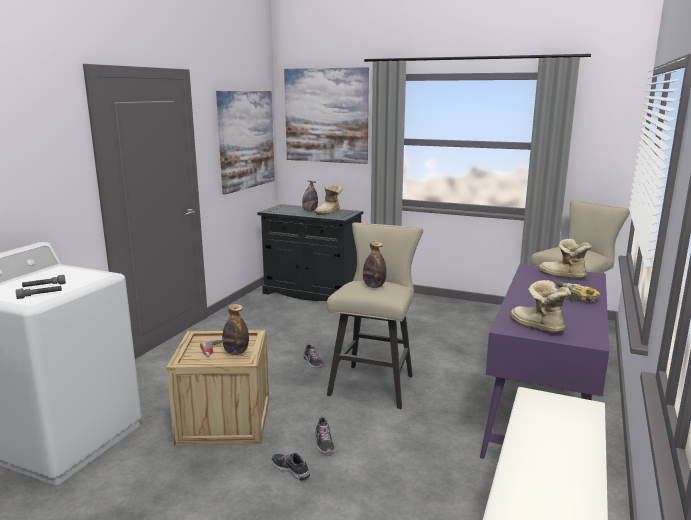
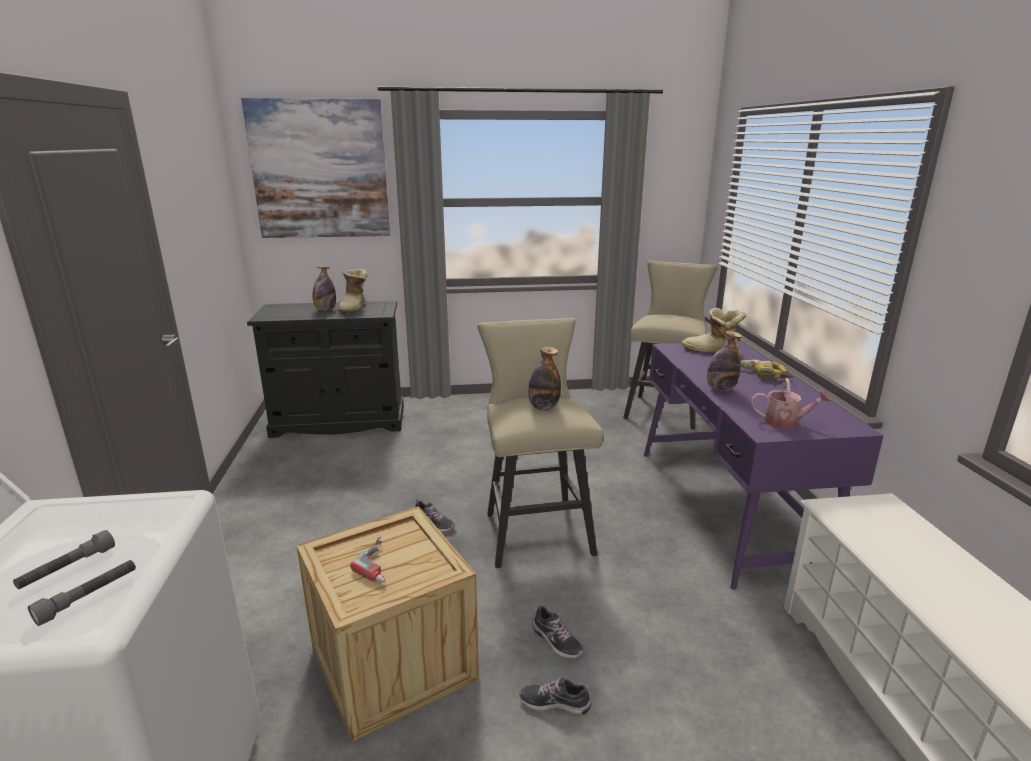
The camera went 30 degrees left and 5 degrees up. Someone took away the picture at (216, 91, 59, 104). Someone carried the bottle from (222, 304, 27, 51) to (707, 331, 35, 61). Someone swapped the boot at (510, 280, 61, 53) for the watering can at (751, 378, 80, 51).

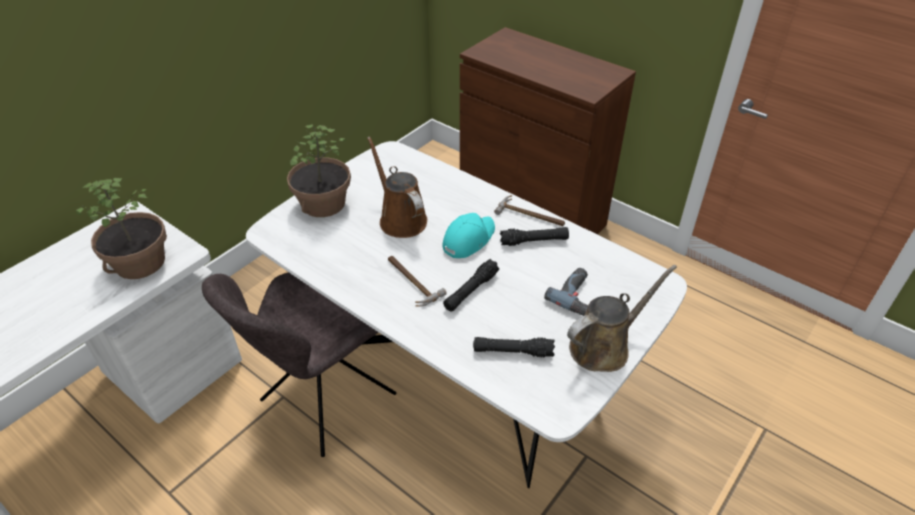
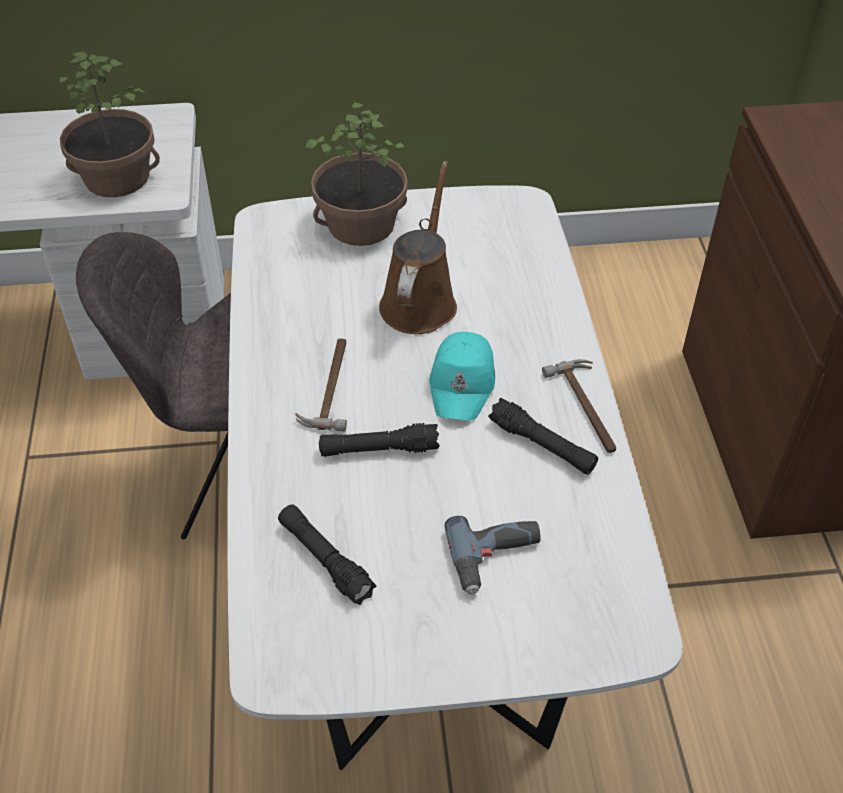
The camera went 45 degrees right and 5 degrees up. Someone rotated the cap (turquoise) at (443, 213, 52, 45) by 105 degrees clockwise. Someone took away the watering can (brown) at (567, 265, 110, 107).

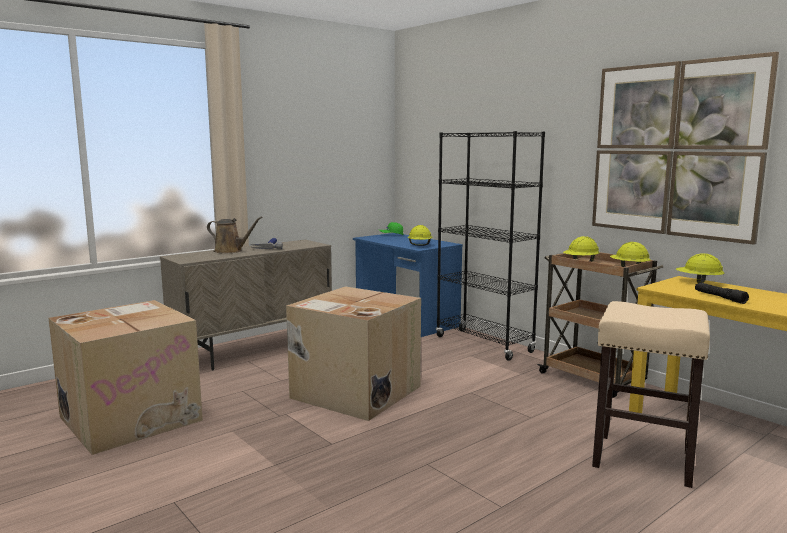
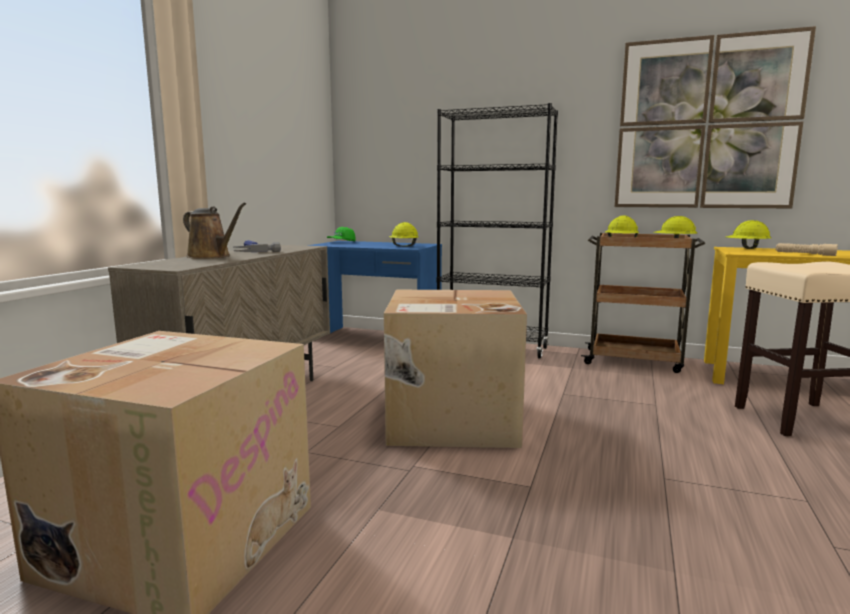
The camera went 30 degrees left and 0 degrees up. Someone rotated the watering can (brown) at (207, 216, 56, 38) by 45 degrees clockwise. Someone repainted the flashlight (black) at (695, 282, 54, 22), which became the flashlight (beige) at (776, 243, 62, 13).

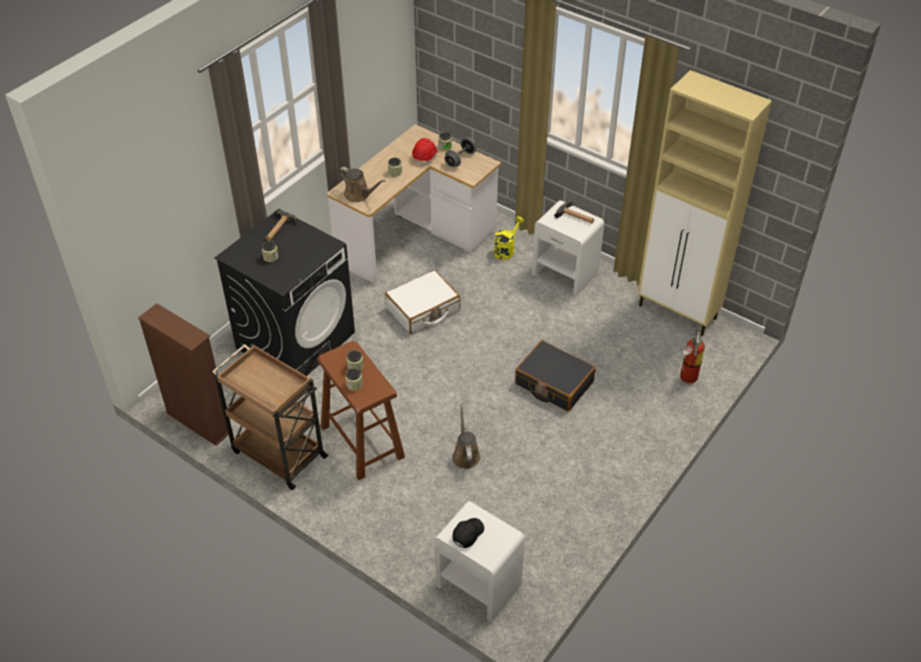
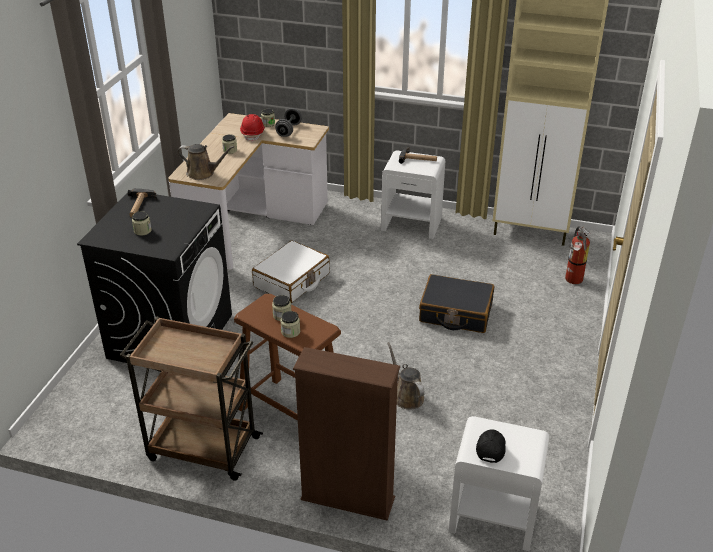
The camera went 20 degrees left and 10 degrees down. Someone carried the bookcase (brown) from (138, 303, 95, 143) to (293, 347, 107, 174). Someone took away the watering can (yellow) at (494, 216, 30, 44).

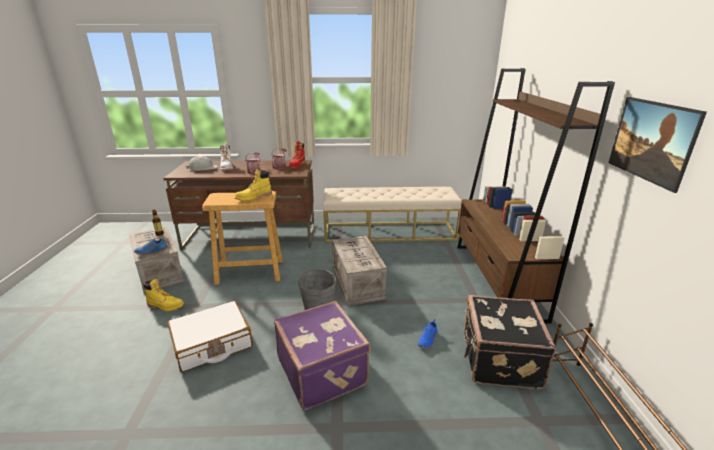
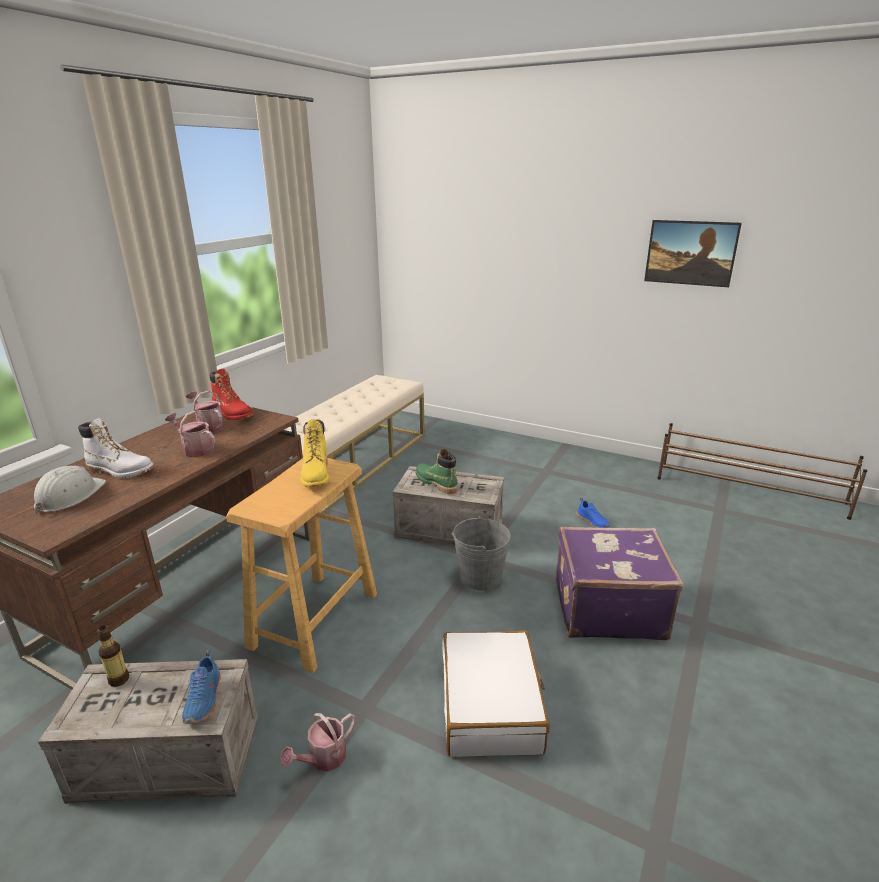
The camera went 60 degrees left and 0 degrees up. Someone swapped the boot (yellow) at (143, 279, 41, 32) for the watering can at (280, 713, 76, 58). Someone took away the bookcase (brown) at (457, 68, 158, 256). Someone took away the suitcase (black) at (464, 295, 92, 95). Someone put down the boot (green) at (415, 449, 43, 45).

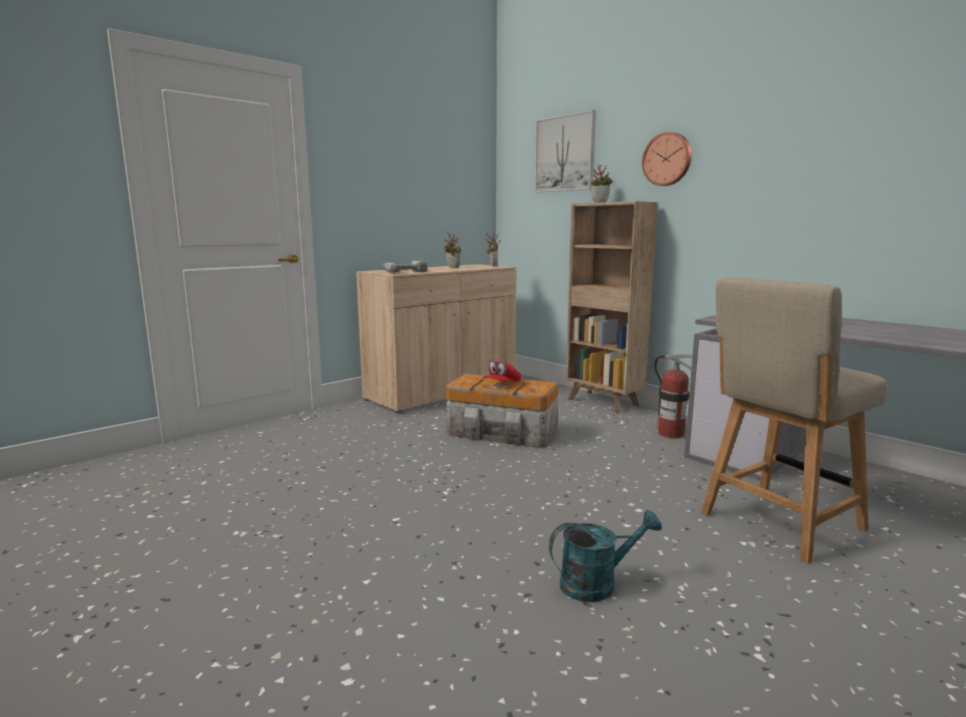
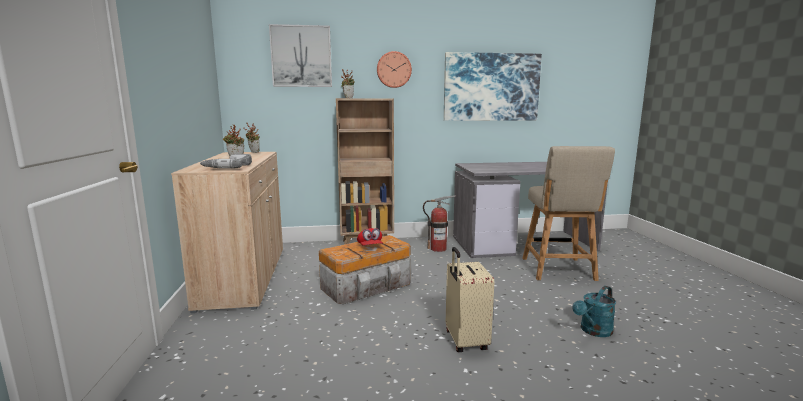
The camera went 55 degrees left and 0 degrees up. Someone rotated the watering can (turquoise) at (549, 510, 113, 92) by 150 degrees counterclockwise. Someone put up the picture at (444, 52, 98, 69). Someone put down the suitcase (beige) at (446, 247, 48, 105).

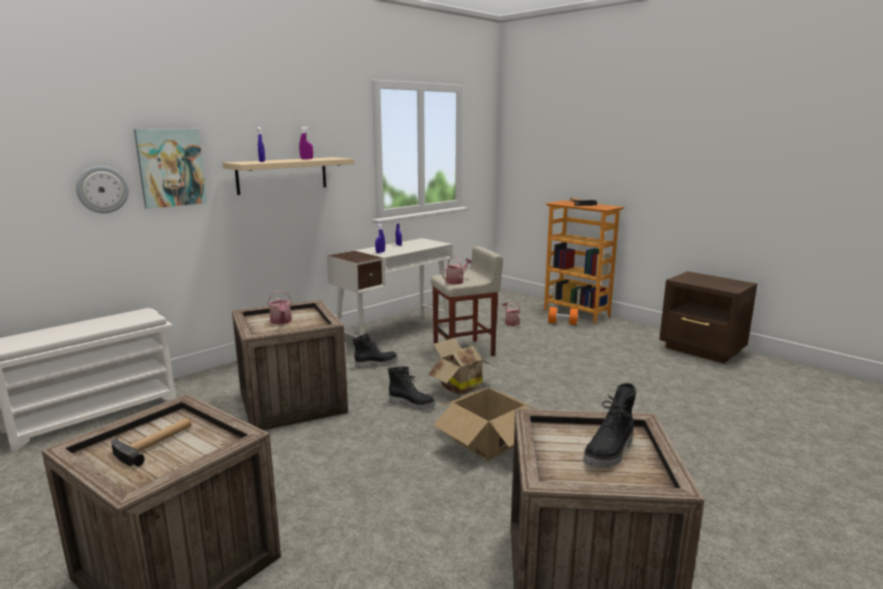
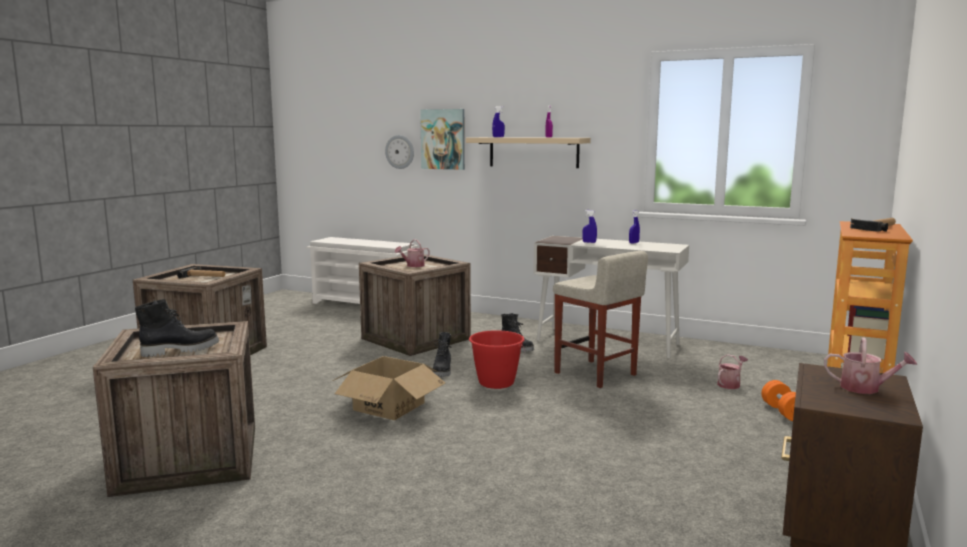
The camera went 70 degrees right and 5 degrees down. Someone swapped the cardboard box at (428, 338, 63, 57) for the bucket (red) at (469, 330, 56, 59). Someone carried the watering can from (442, 256, 30, 28) to (824, 337, 93, 57). Someone rotated the boot (black) at (583, 383, 53, 85) by 135 degrees clockwise.

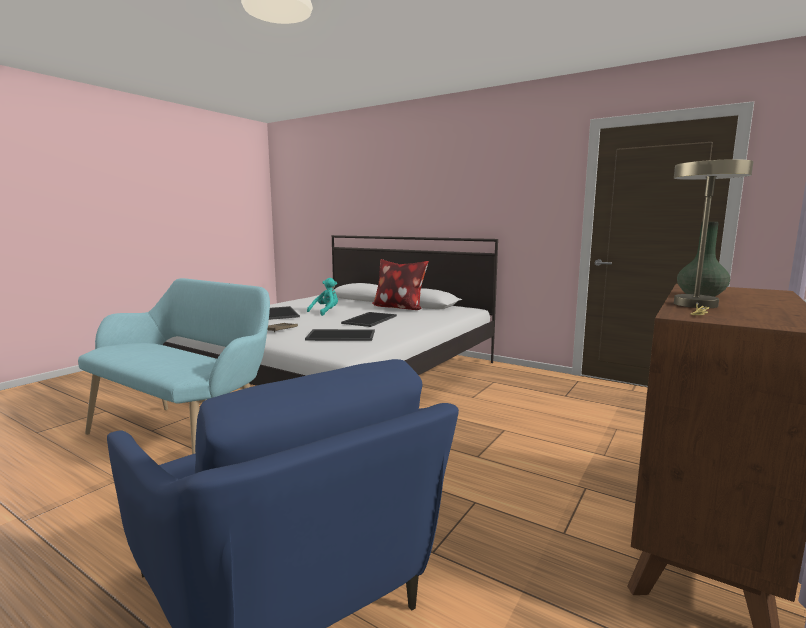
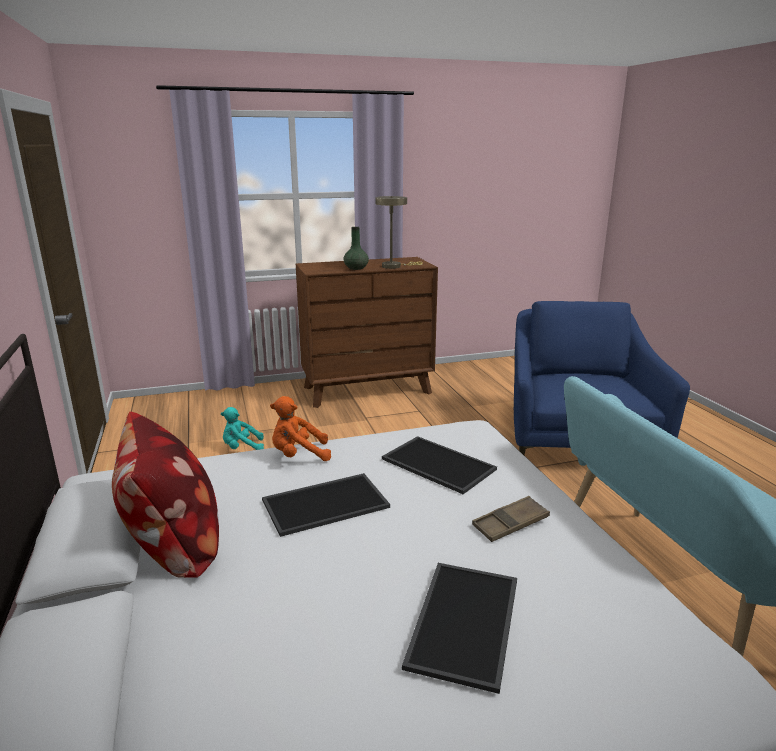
The camera went 140 degrees left and 10 degrees up. Someone carried the plush toy (turquoise) from (307, 278, 31, 38) to (221, 407, 43, 43). Someone put down the plush toy (orange) at (270, 396, 61, 65).

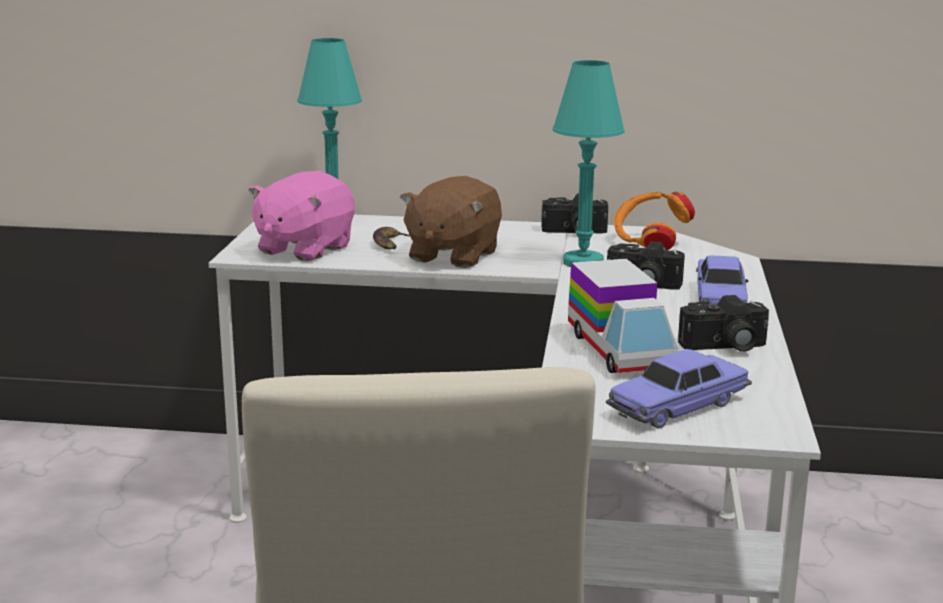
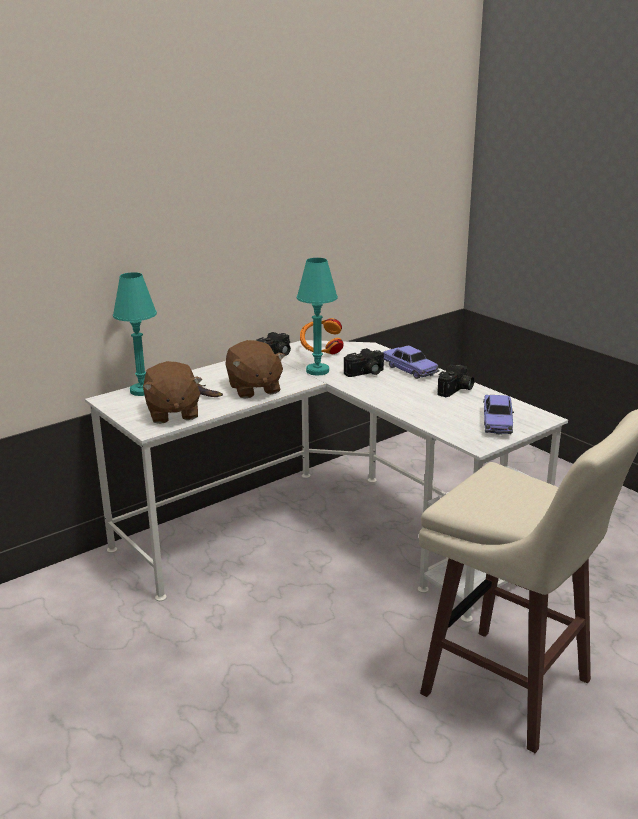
The camera went 45 degrees left and 5 degrees up. Someone repainted the plush toy (pink) at (248, 171, 107, 90), which became the plush toy (brown) at (143, 361, 59, 63). Someone took away the toy truck at (568, 259, 110, 114).

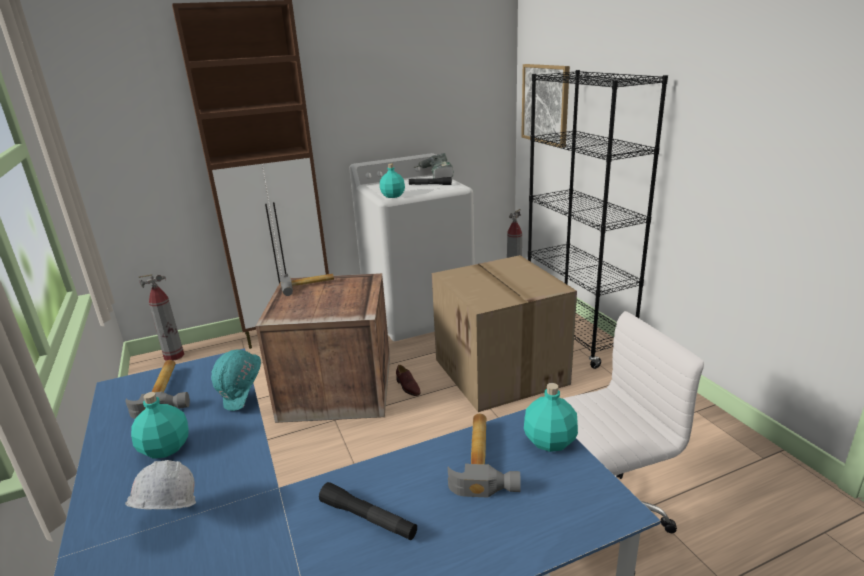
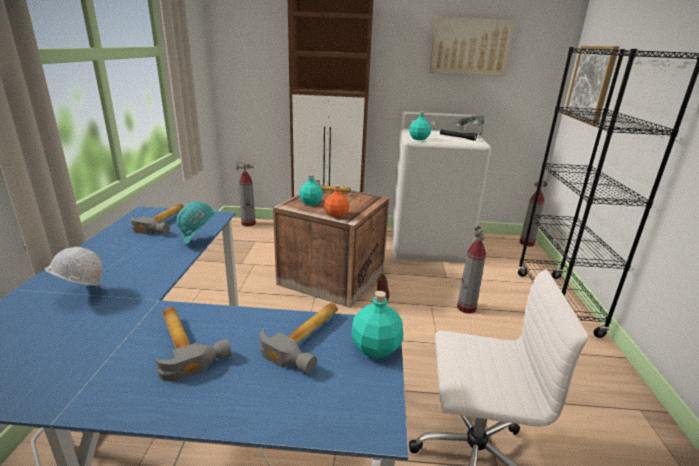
The camera went 25 degrees right and 0 degrees up. Someone carried the bottle (turquoise) from (131, 392, 58, 67) to (299, 174, 24, 31). Someone swapped the flashlight (black) at (319, 482, 98, 58) for the hammer at (156, 307, 76, 75). Someone swapped the cardboard box at (432, 255, 145, 157) for the fire extinguisher at (457, 224, 29, 90). Someone put down the bottle (orange) at (324, 185, 25, 33). Someone put up the picture at (430, 17, 86, 59).

